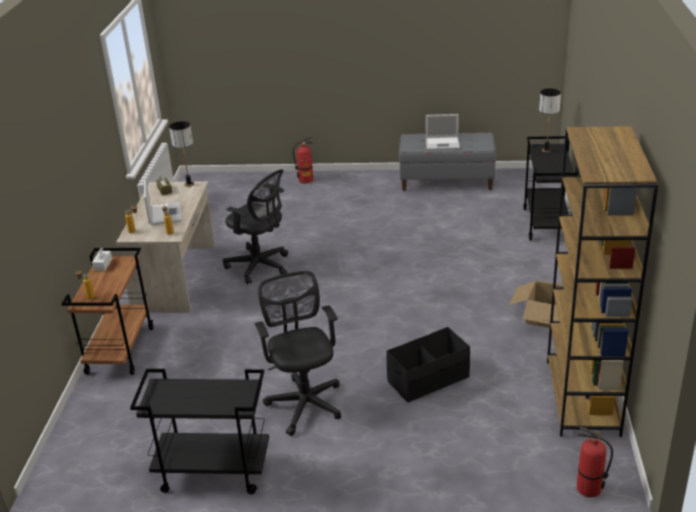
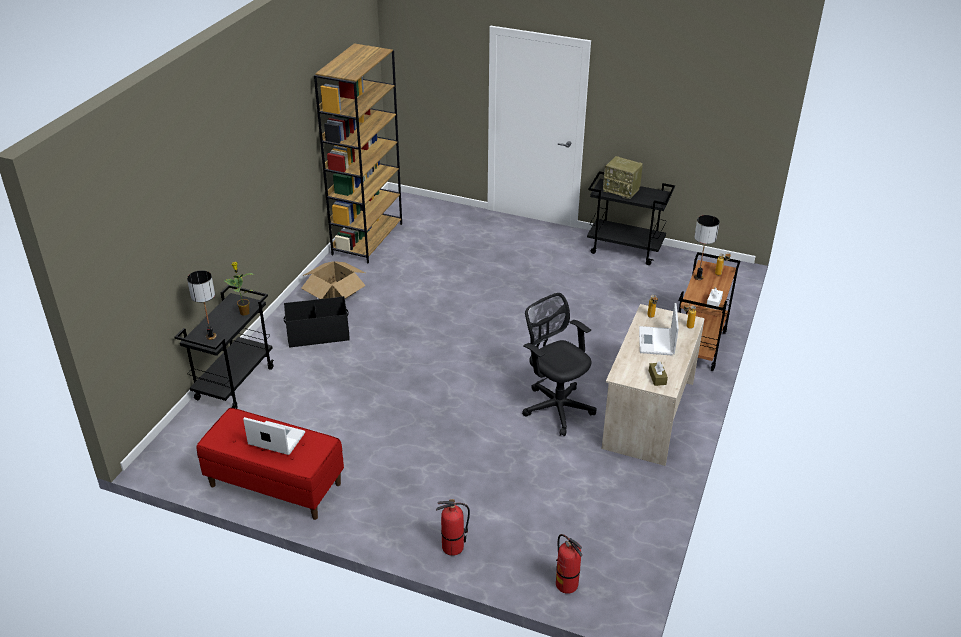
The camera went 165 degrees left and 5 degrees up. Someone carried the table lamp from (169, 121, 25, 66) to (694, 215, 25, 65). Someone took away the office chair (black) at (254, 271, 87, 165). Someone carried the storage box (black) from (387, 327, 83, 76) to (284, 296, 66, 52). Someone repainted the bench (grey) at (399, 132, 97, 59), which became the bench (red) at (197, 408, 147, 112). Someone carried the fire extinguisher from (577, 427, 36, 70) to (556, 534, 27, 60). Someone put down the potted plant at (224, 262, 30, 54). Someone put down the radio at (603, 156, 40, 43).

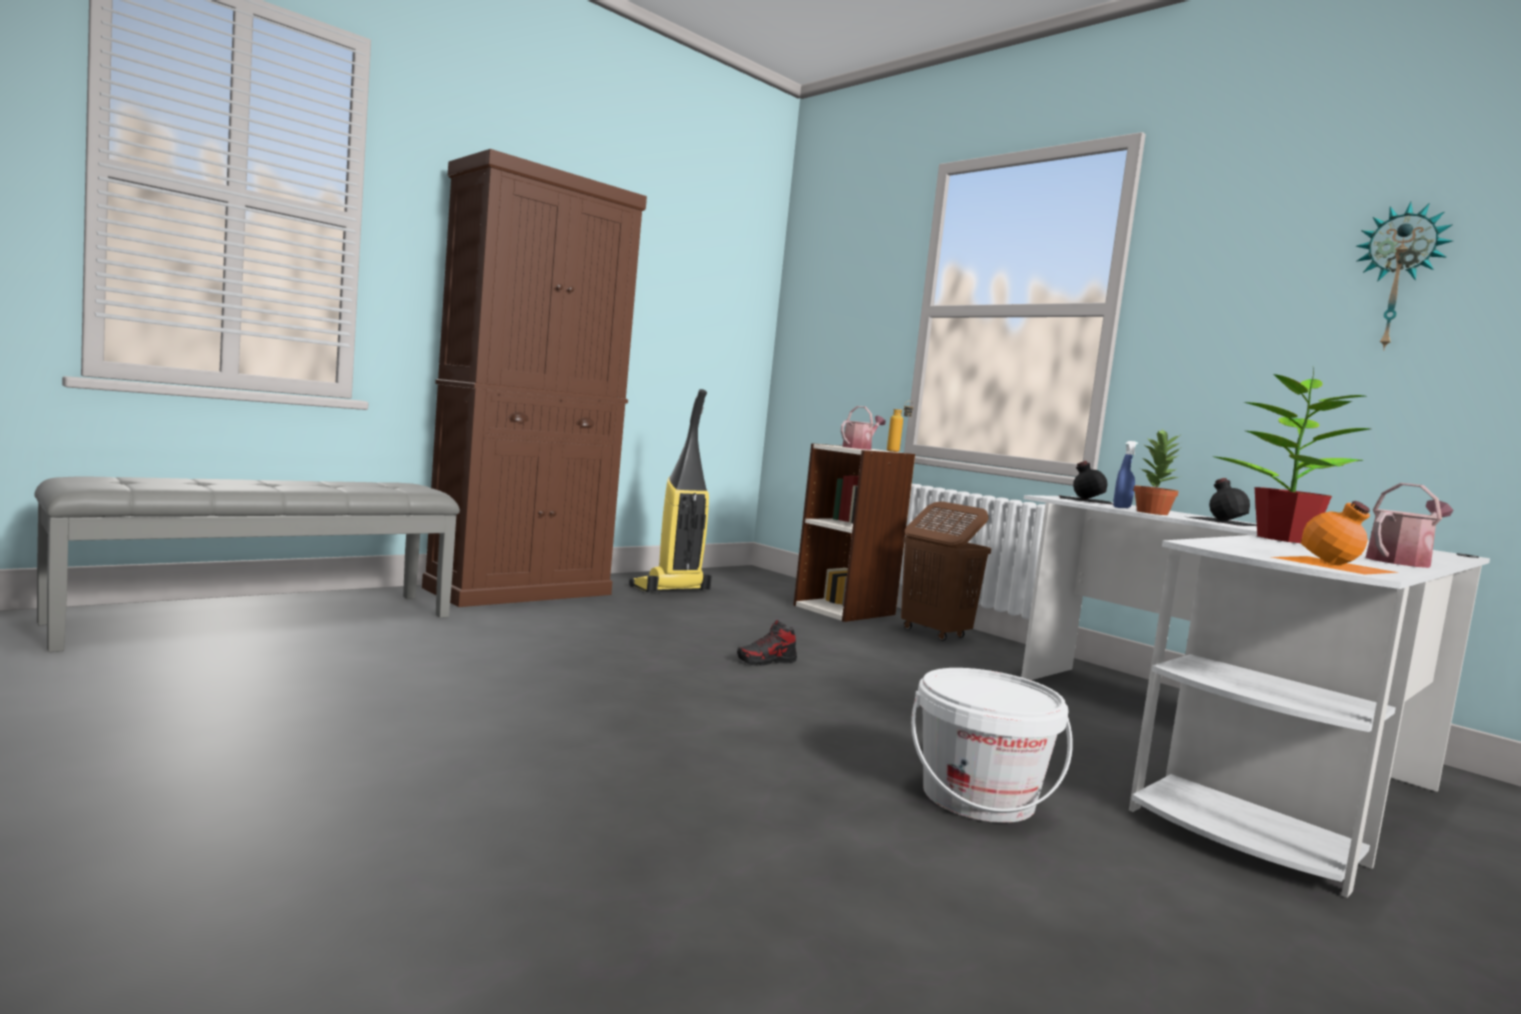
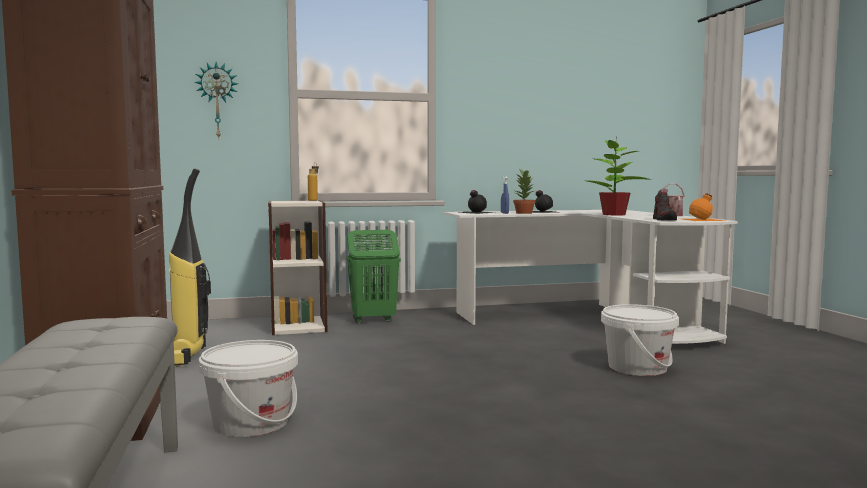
The camera went 60 degrees left and 0 degrees up. Someone carried the shoe from (737, 620, 60, 46) to (653, 192, 24, 29). Someone took away the watering can at (841, 406, 45, 44). Someone repainted the laundry basket (brown) at (901, 501, 90, 140), which became the laundry basket (green) at (346, 230, 55, 93). Someone carried the wall clock from (1356, 201, 97, 150) to (194, 62, 44, 77). Someone put down the bucket (white) at (199, 340, 99, 97).

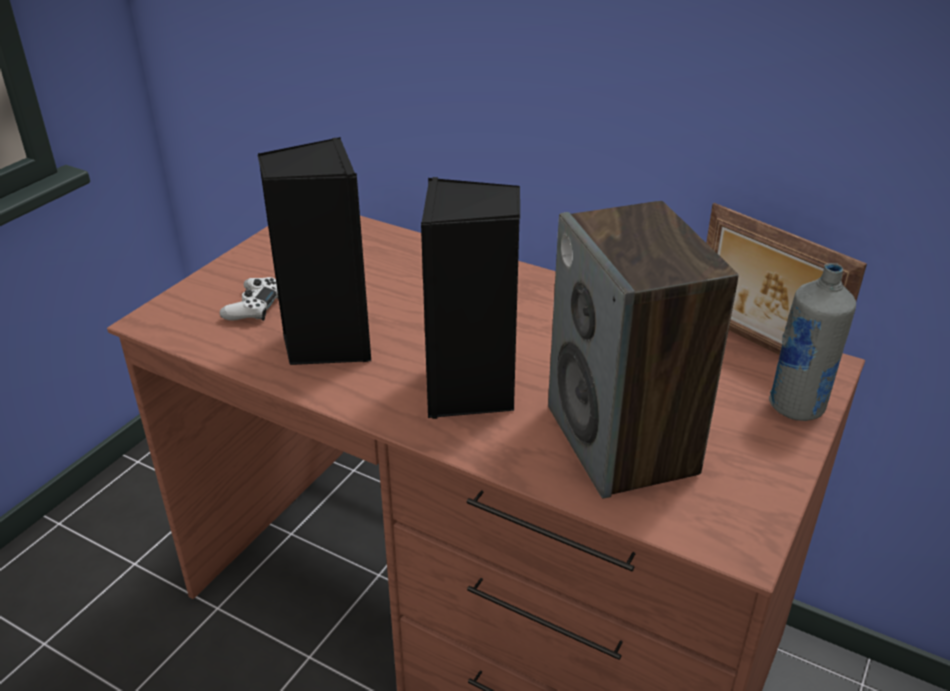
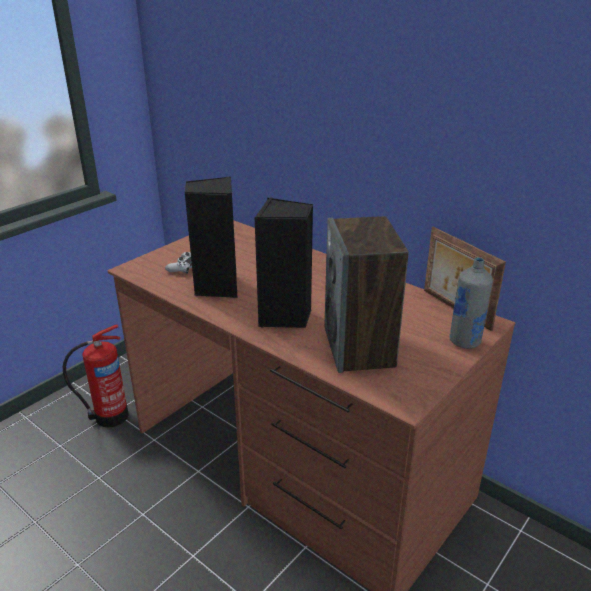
The camera went 10 degrees right and 5 degrees down. Someone put down the fire extinguisher at (63, 325, 66, 102).

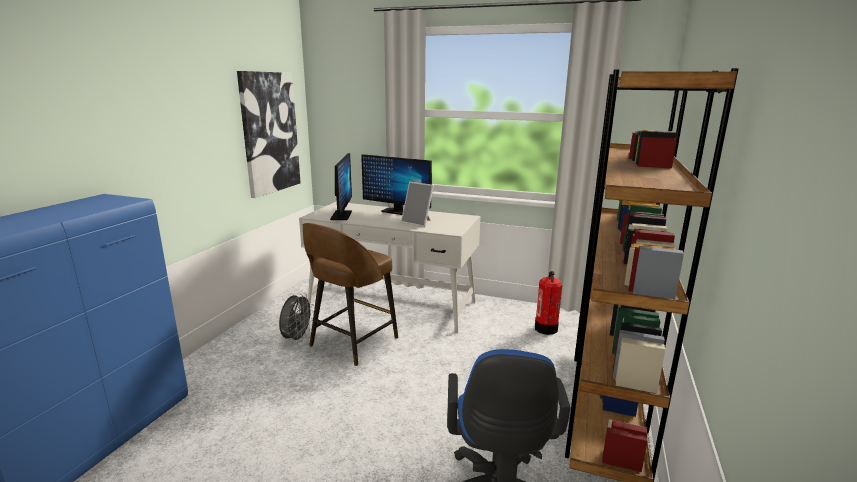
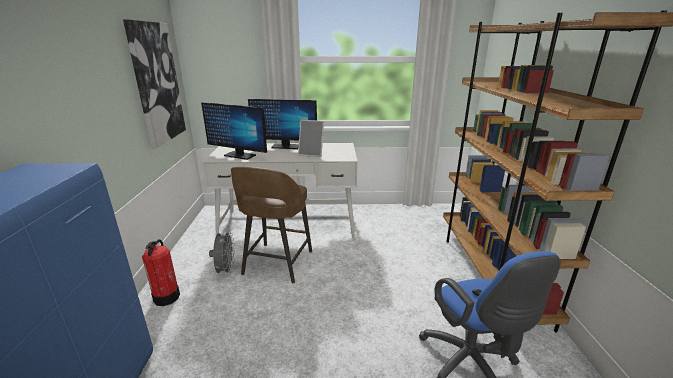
The camera went 20 degrees left and 5 degrees up. Someone rotated the monitor at (330, 153, 22, 67) by 135 degrees clockwise. Someone carried the fire extinguisher from (535, 271, 27, 64) to (142, 239, 38, 67).

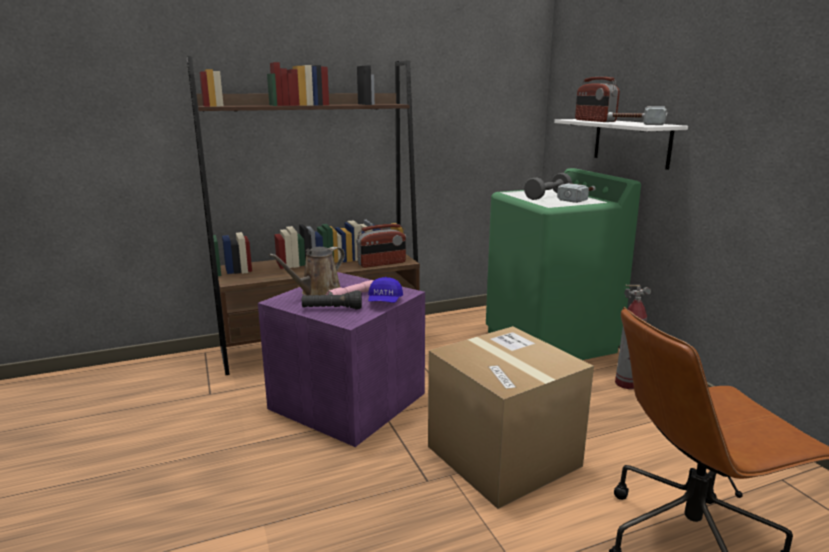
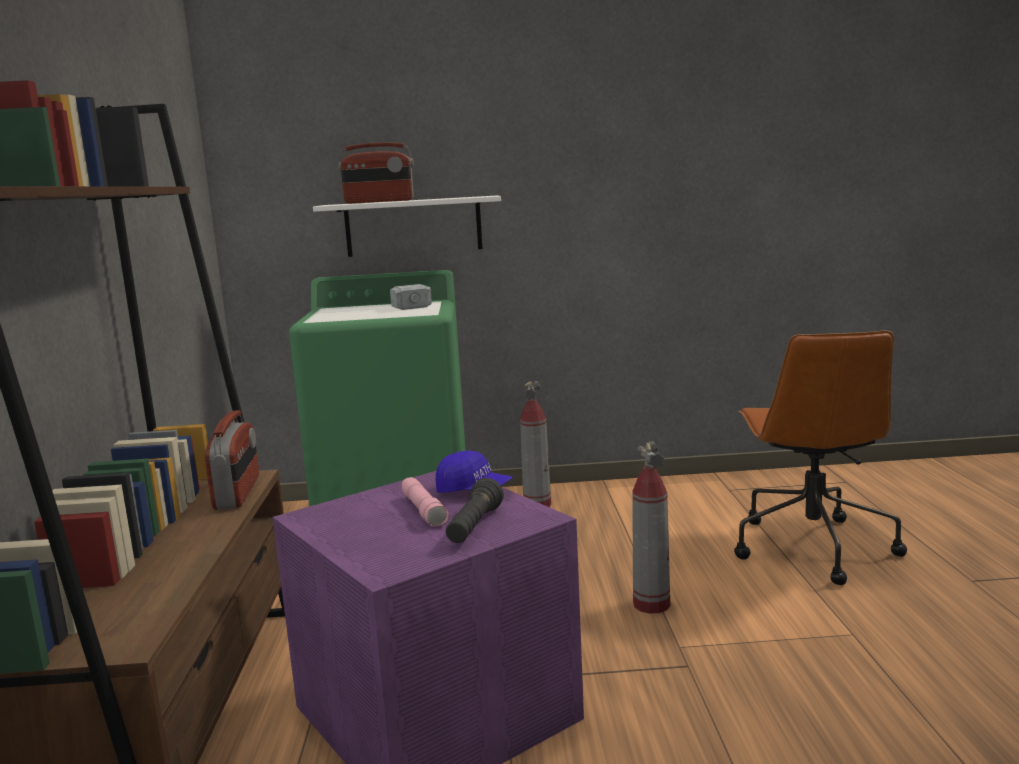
The camera went 70 degrees left and 5 degrees down. Someone took away the watering can (brown) at (269, 247, 76, 49). Someone swapped the cardboard box at (428, 326, 166, 183) for the fire extinguisher at (632, 441, 38, 173). Someone took away the dumbbell (grey) at (524, 173, 48, 27). Someone took away the hammer at (608, 106, 59, 19).

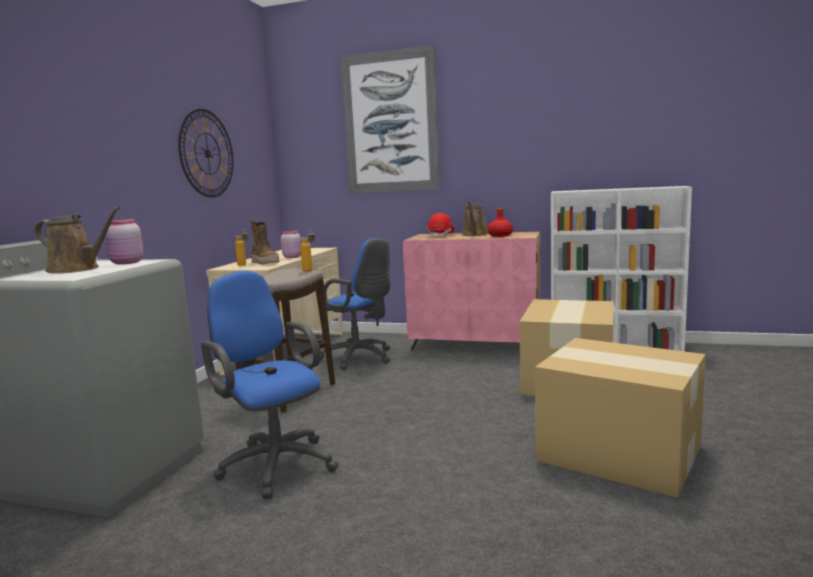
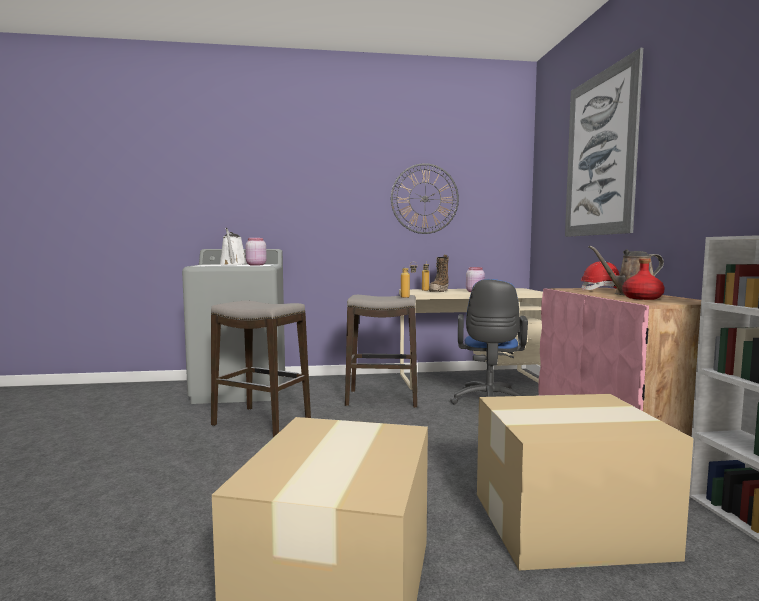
The camera went 65 degrees right and 5 degrees down. Someone repainted the watering can (brown) at (34, 206, 87, 68), which became the watering can (white) at (219, 228, 28, 37). Someone swapped the office chair (blue) at (201, 271, 137, 228) for the stool at (211, 300, 100, 138).

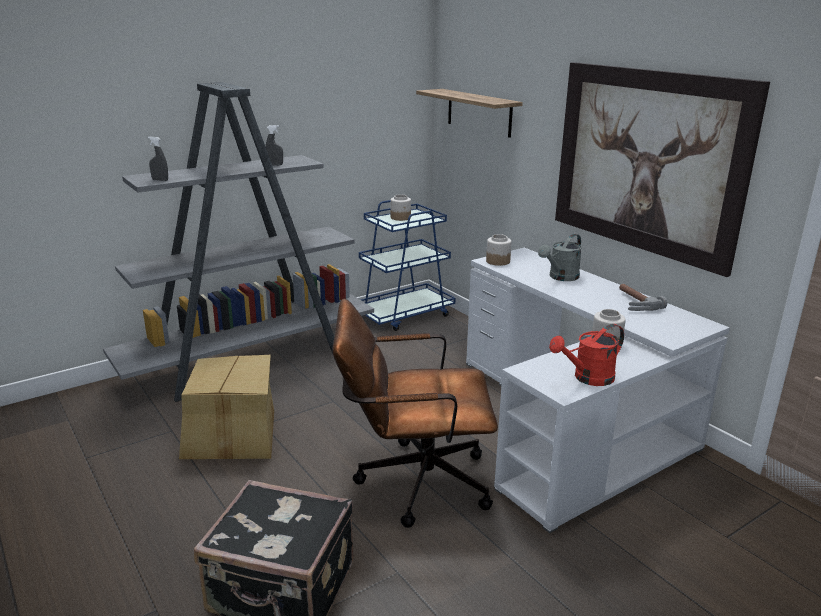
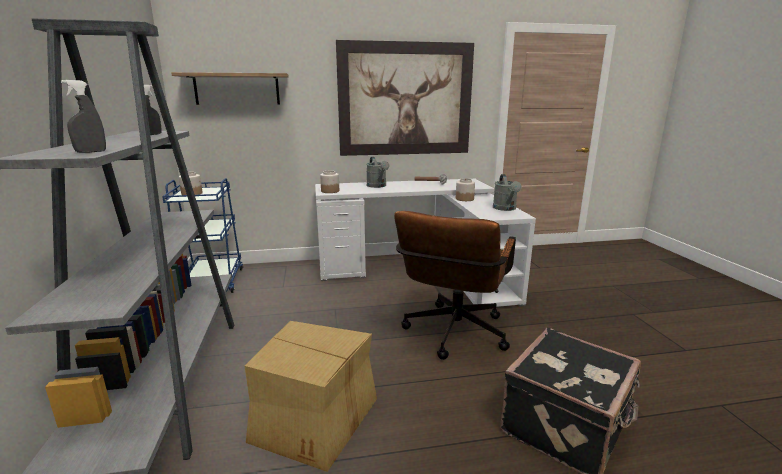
The camera went 65 degrees left and 5 degrees down. Someone repainted the watering can (red) at (549, 324, 75, 62), which became the watering can (grey) at (493, 174, 29, 37).

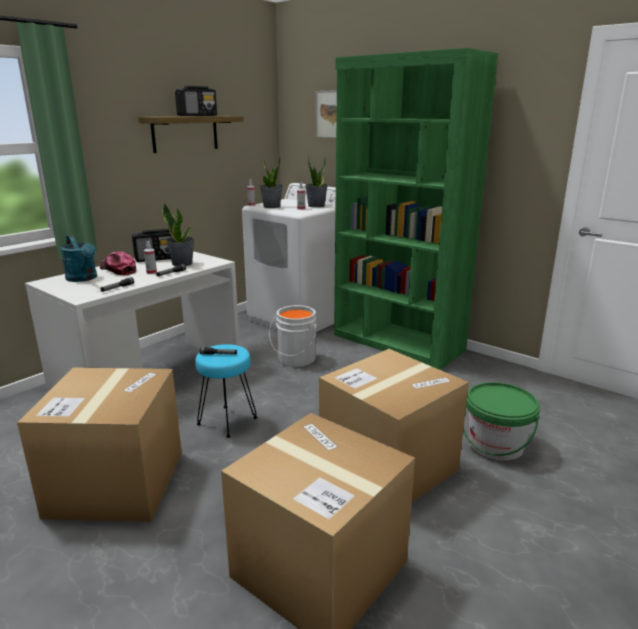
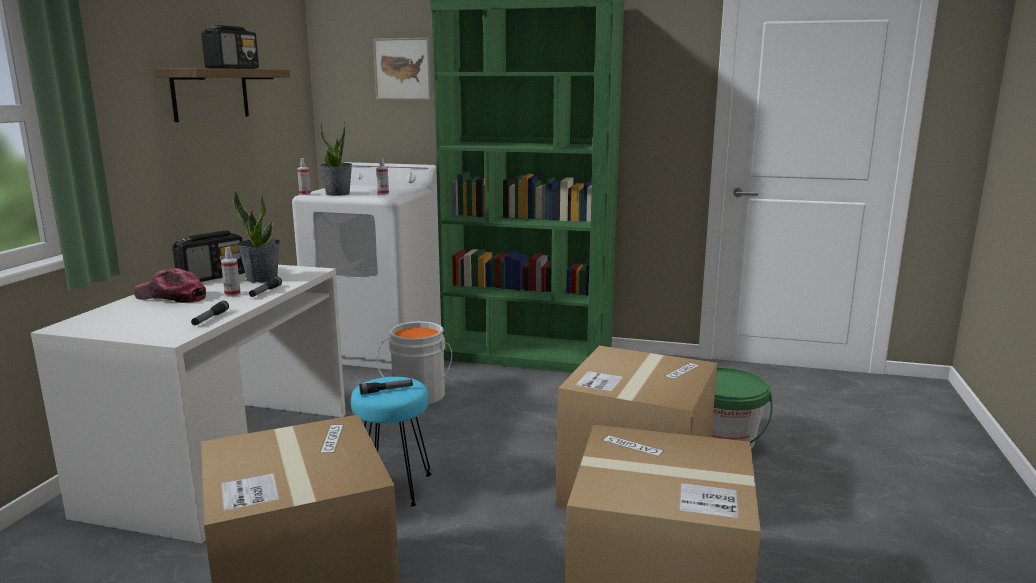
The camera went 25 degrees left and 5 degrees down. Someone took away the watering can (turquoise) at (60, 235, 37, 47). Someone took away the potted plant at (305, 155, 23, 52).

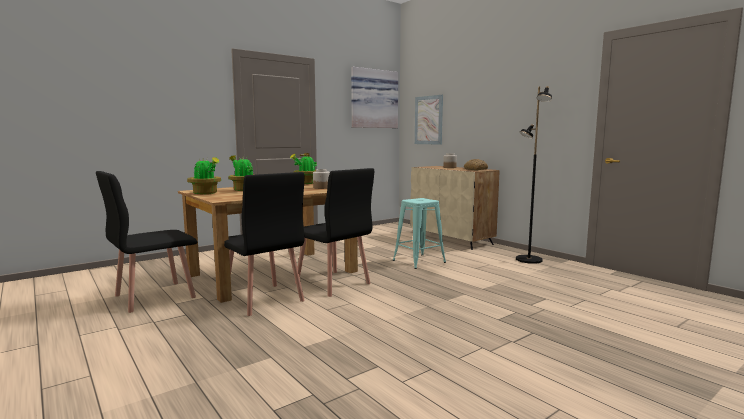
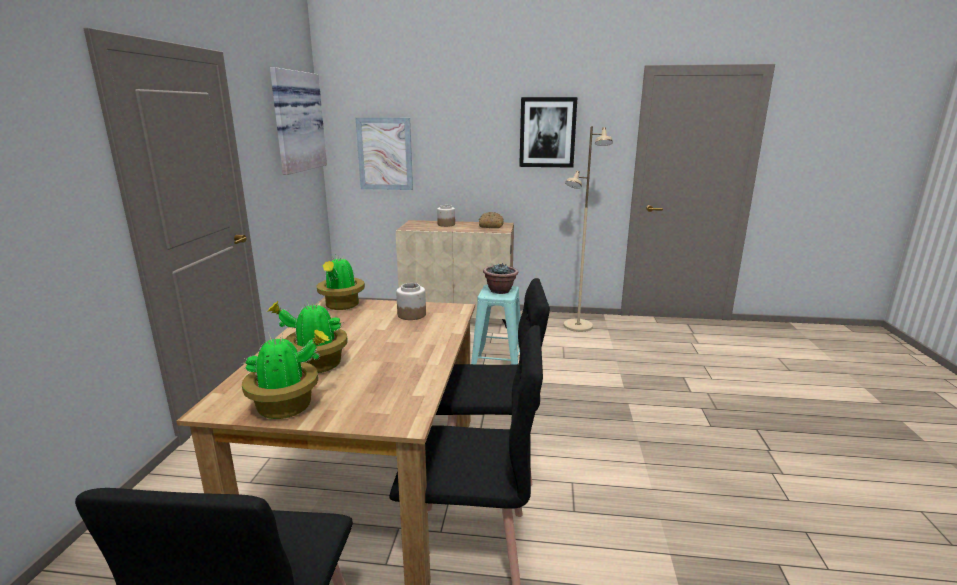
The camera went 45 degrees left and 10 degrees up. Someone repainted the floor lamp (black) at (516, 86, 36, 178), which became the floor lamp (beige) at (564, 126, 49, 206). Someone put down the potted plant at (483, 263, 35, 31). Someone put up the picture at (519, 97, 58, 71).

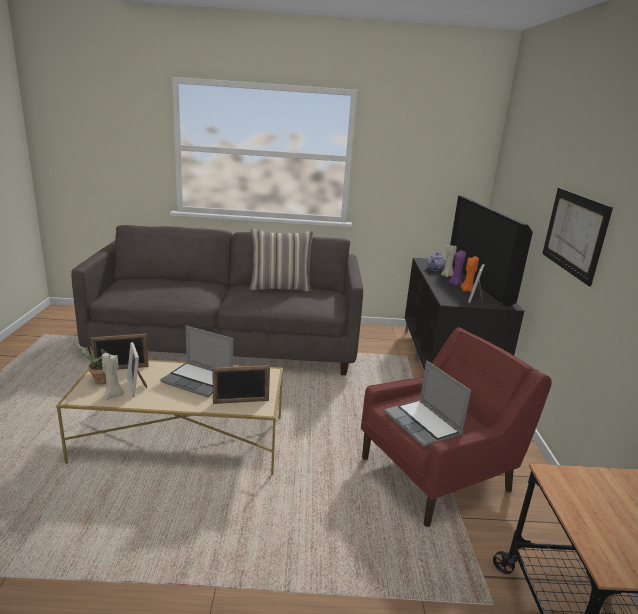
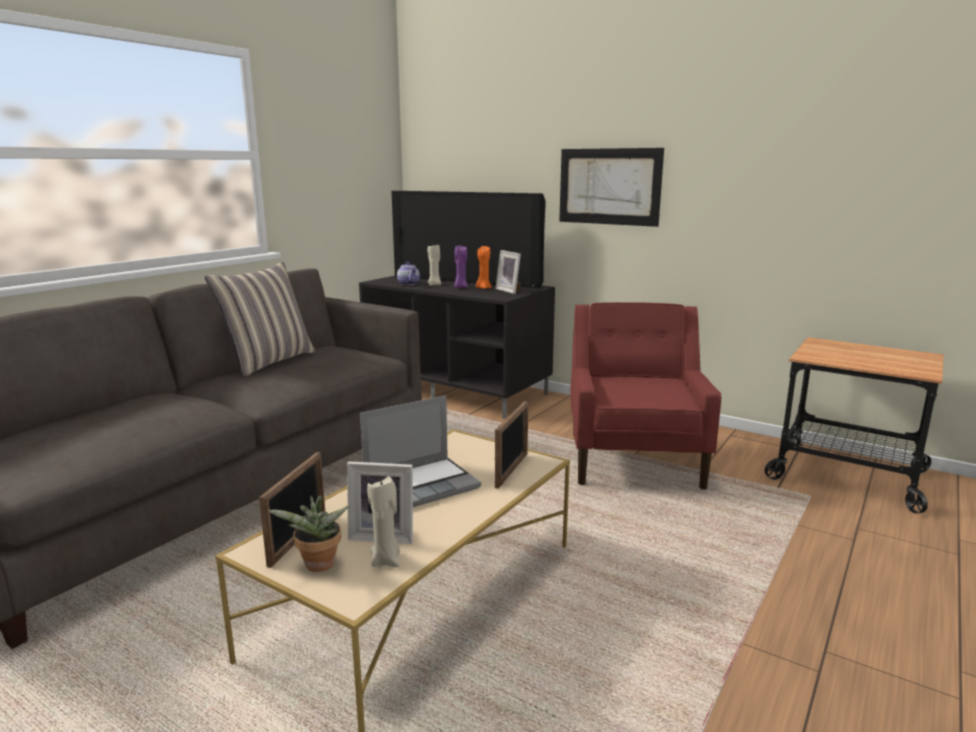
The camera went 55 degrees left and 5 degrees down. Someone took away the laptop at (384, 360, 87, 87).

